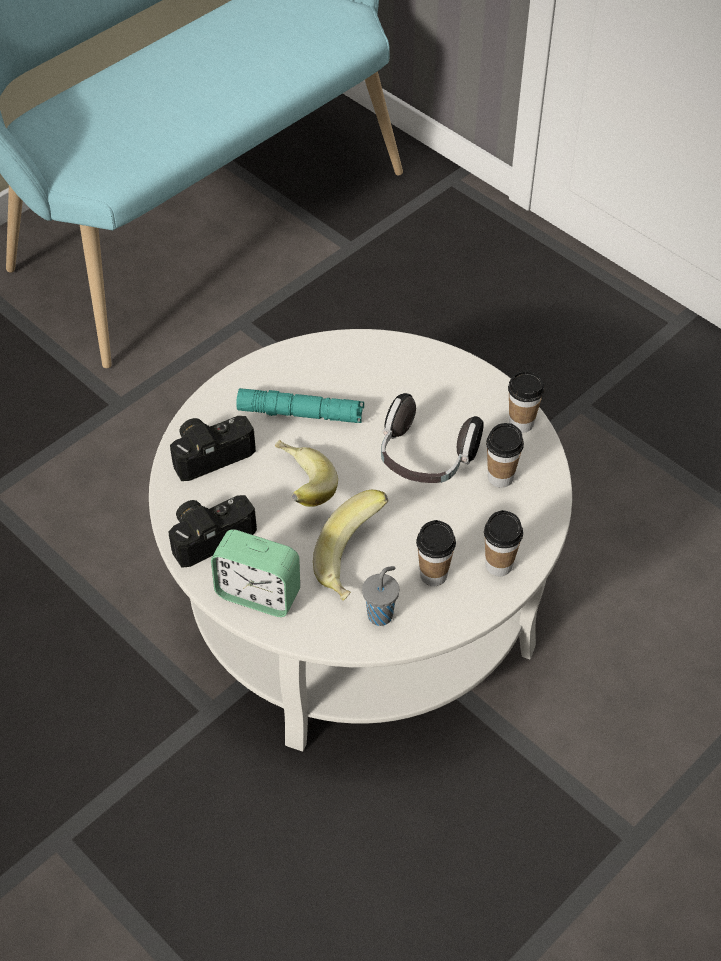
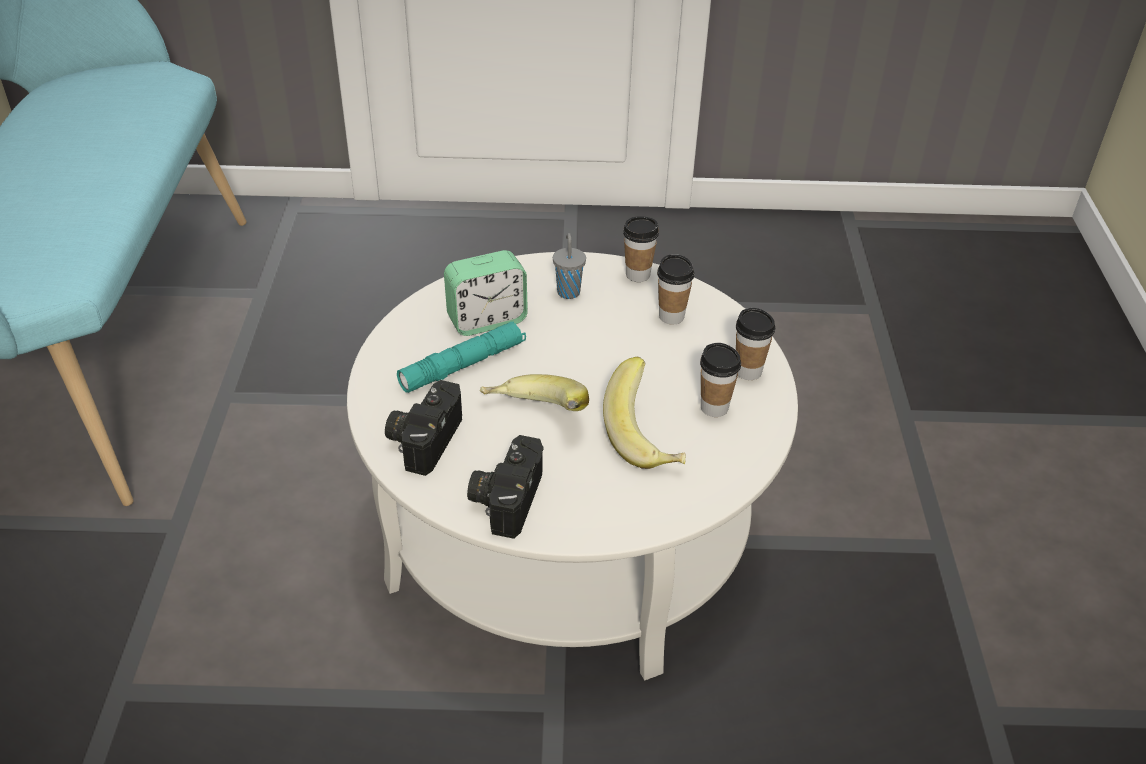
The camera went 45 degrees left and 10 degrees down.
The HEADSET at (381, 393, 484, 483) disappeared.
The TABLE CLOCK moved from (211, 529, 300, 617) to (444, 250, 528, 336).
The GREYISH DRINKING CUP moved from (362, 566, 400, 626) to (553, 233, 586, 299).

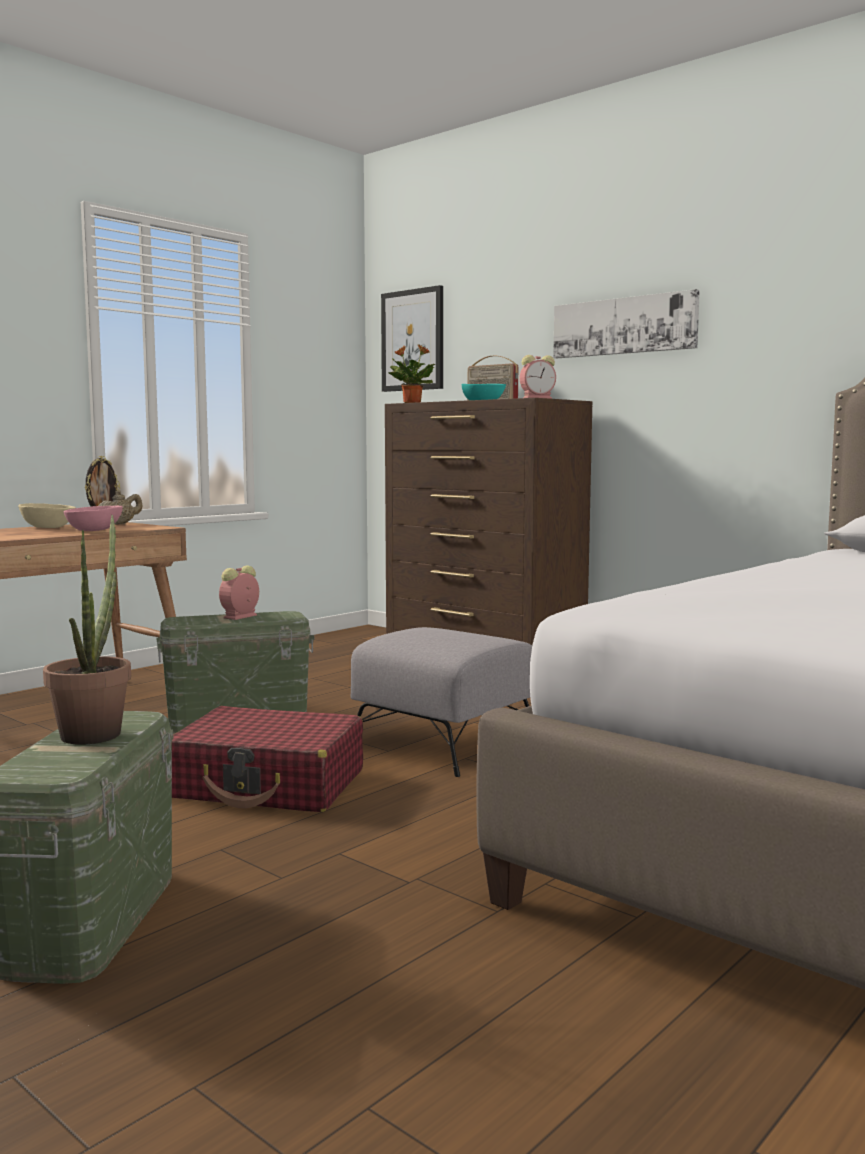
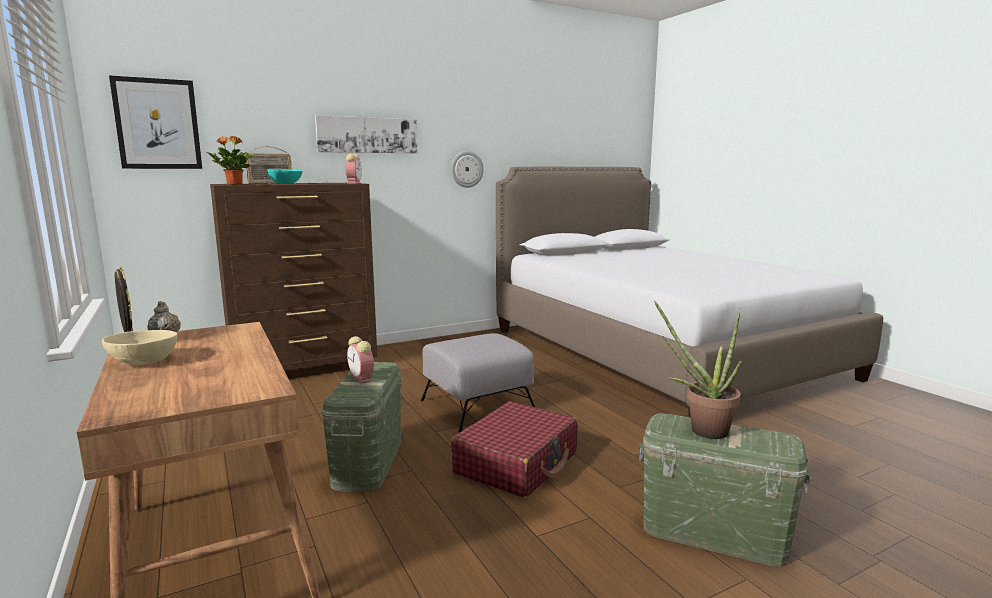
The camera went 70 degrees left and 5 degrees up.
The PINK-COLOURED BOWL at (63, 506, 123, 531) disappeared.
The WALL CLOCK at (451, 151, 484, 188) appeared.

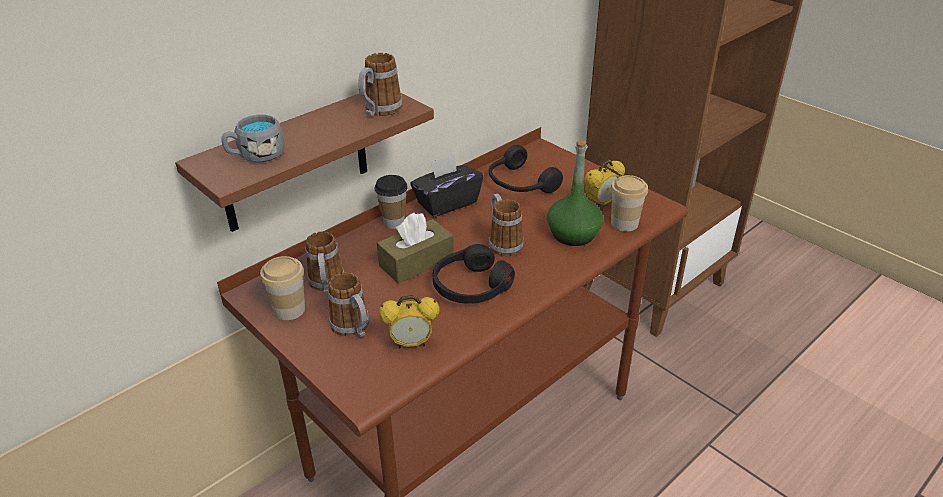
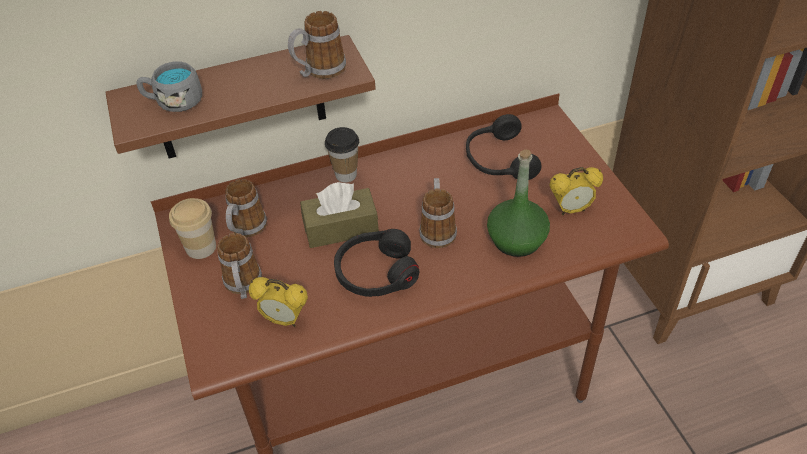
The camera went 25 degrees right and 10 degrees up.
The BLACKISH TISSUE HOLDER at (410, 154, 483, 217) disappeared.
The DRINKING CUP at (611, 175, 648, 232) disappeared.

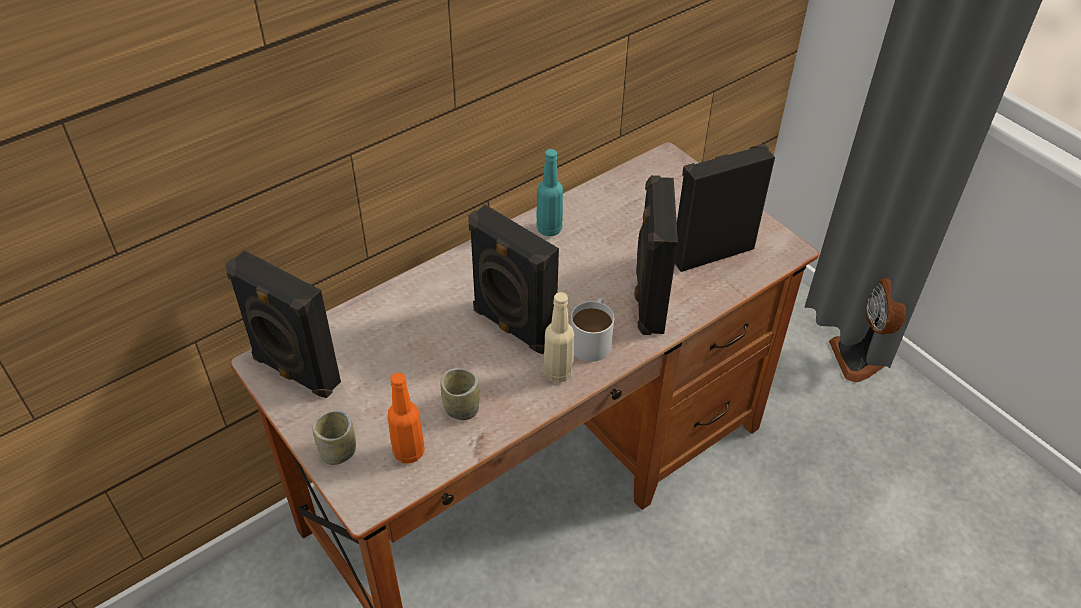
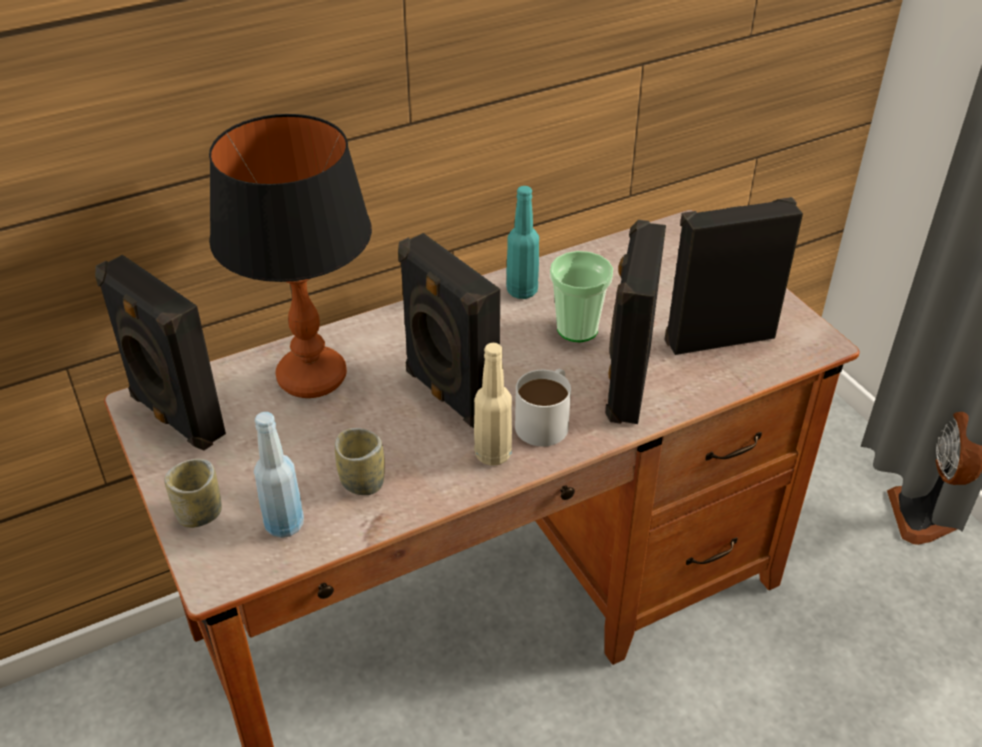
The camera went 10 degrees right and 5 degrees down.
The TABLE LAMP at (209, 114, 372, 398) appeared.
The DRINKING CUP at (550, 251, 613, 342) appeared.
The ORANGE BOTTLE at (387, 373, 425, 464) became the BLUE-COLOURED BOTTLE at (254, 412, 304, 538).

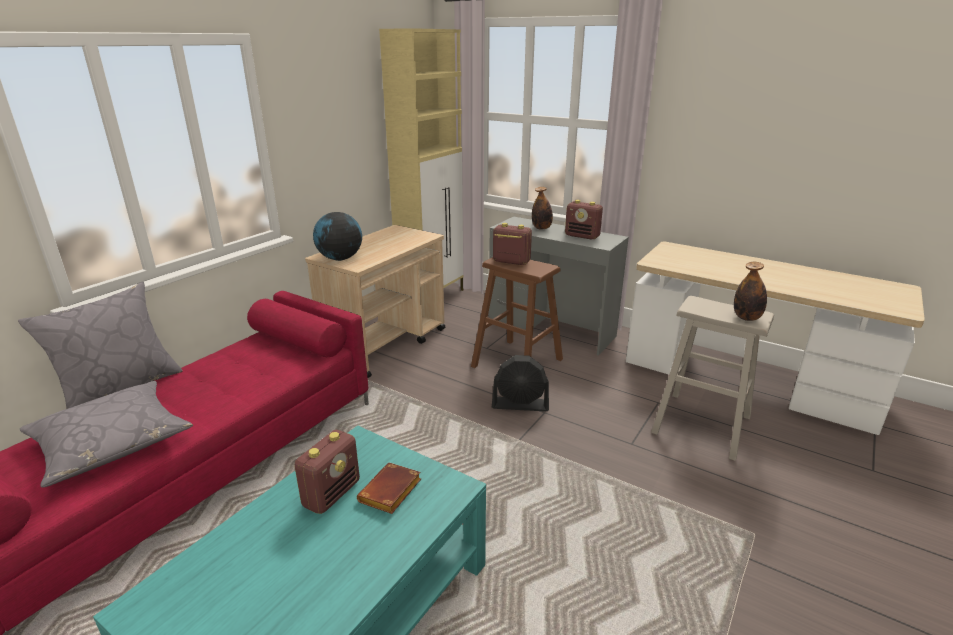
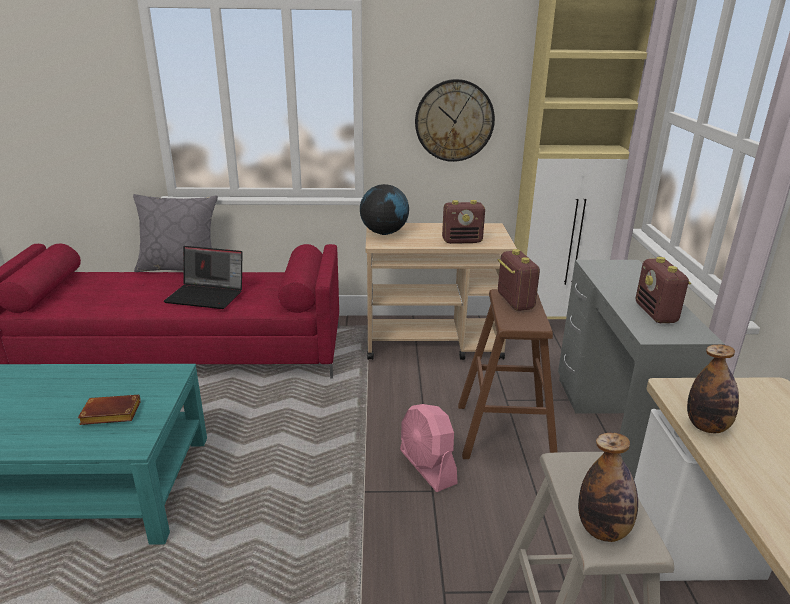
The camera went 55 degrees right and 0 degrees up.
The GREYISH THROW PILLOW at (20, 381, 193, 487) disappeared.
The LAPTOP at (164, 246, 242, 309) appeared.
The WALL CLOCK at (415, 79, 495, 162) appeared.
The RADIO moved from (295, 430, 360, 514) to (442, 200, 485, 244).
The BOTTLE moved from (532, 187, 553, 230) to (687, 345, 739, 433).
The BLACKISH FAN at (492, 355, 549, 411) became the PINK-COLOURED FAN at (400, 404, 458, 492).

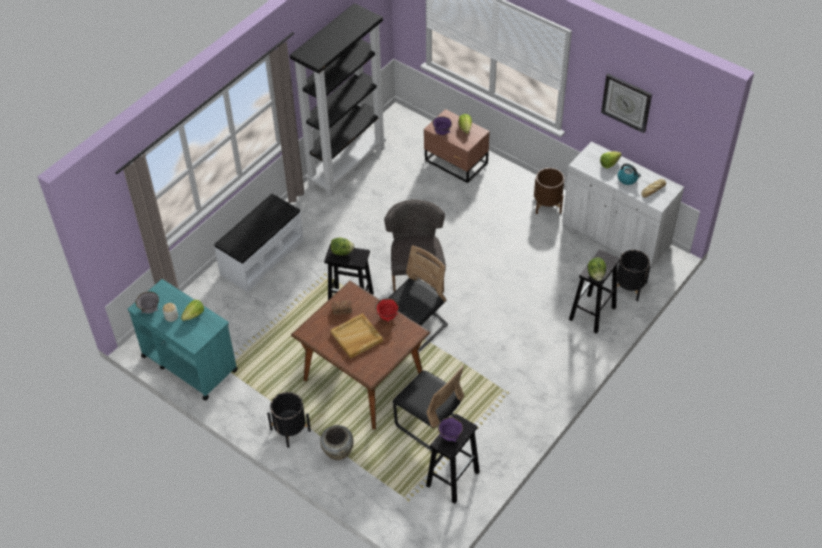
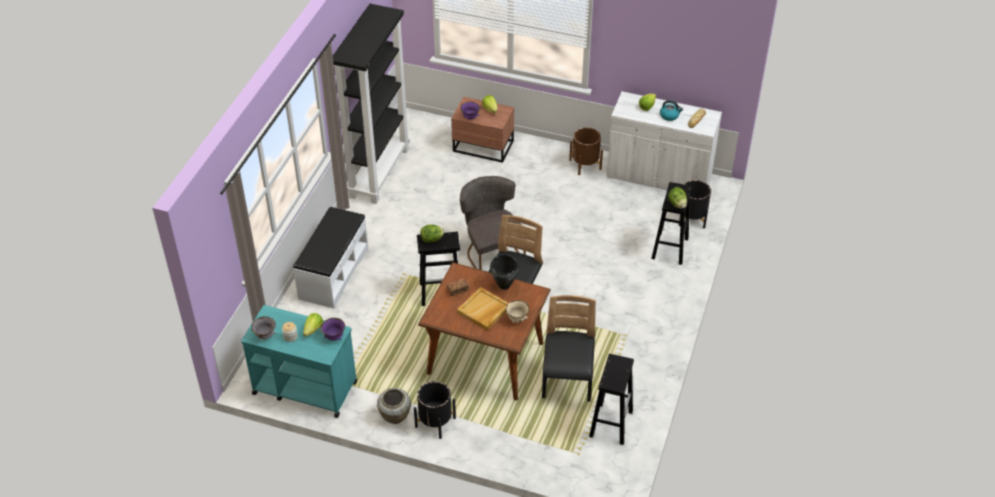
The camera went 20 degrees left and 5 degrees down.
The WALL CLOCK at (601, 74, 652, 133) disappeared.
The BEIGE-COLOURED BOWL at (506, 300, 529, 323) appeared.
The BEIGE-COLOURED DECORATIVE VASE moved from (320, 425, 354, 460) to (377, 388, 411, 424).
The PURPLISH BOWL moved from (438, 417, 463, 442) to (320, 318, 345, 341).
The REDDISH BOWL at (375, 298, 399, 322) was replaced by the BLACKISH STOCKPOT at (490, 254, 519, 290).
The BLACKISH UPRIGHT CHAIR at (393, 365, 464, 454) turned 105 degrees counterclockwise.

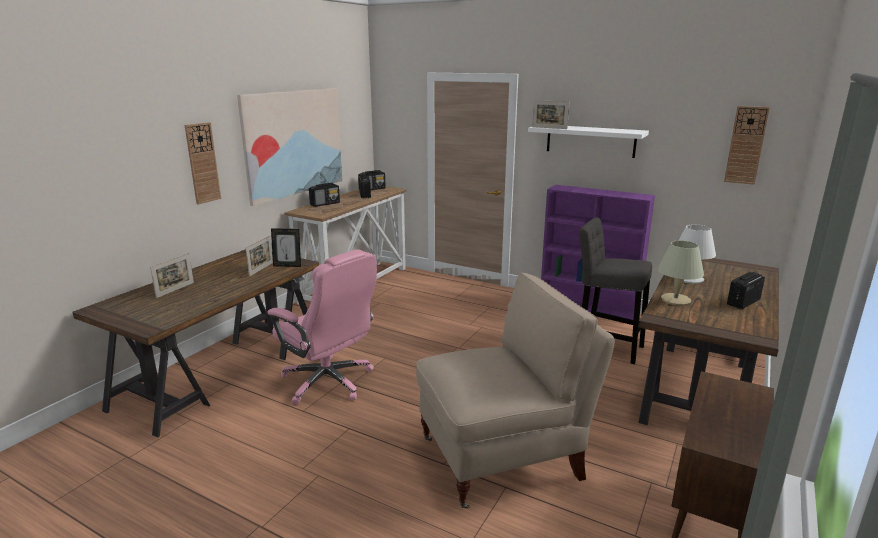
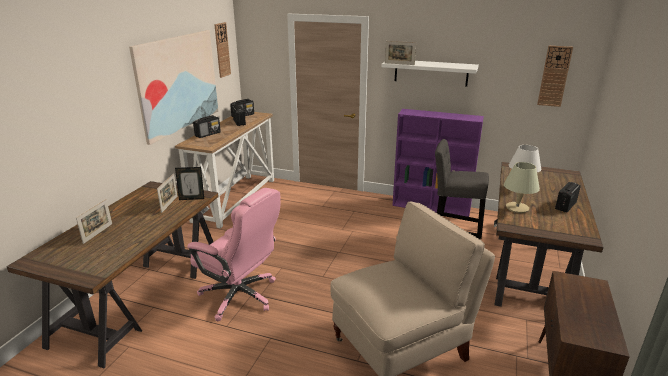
The camera went 10 degrees left and 5 degrees up.
The WALL CLOCK moved from (185, 122, 221, 205) to (214, 22, 231, 78).

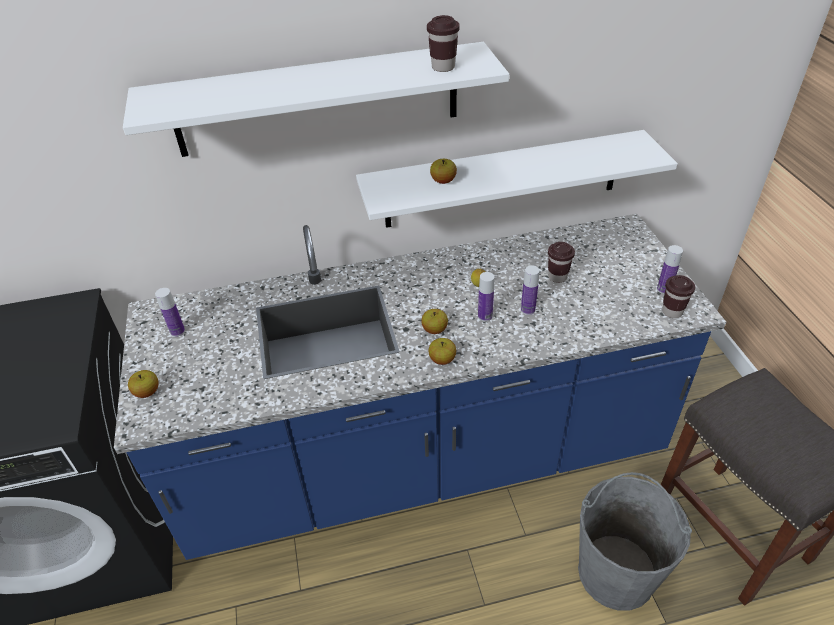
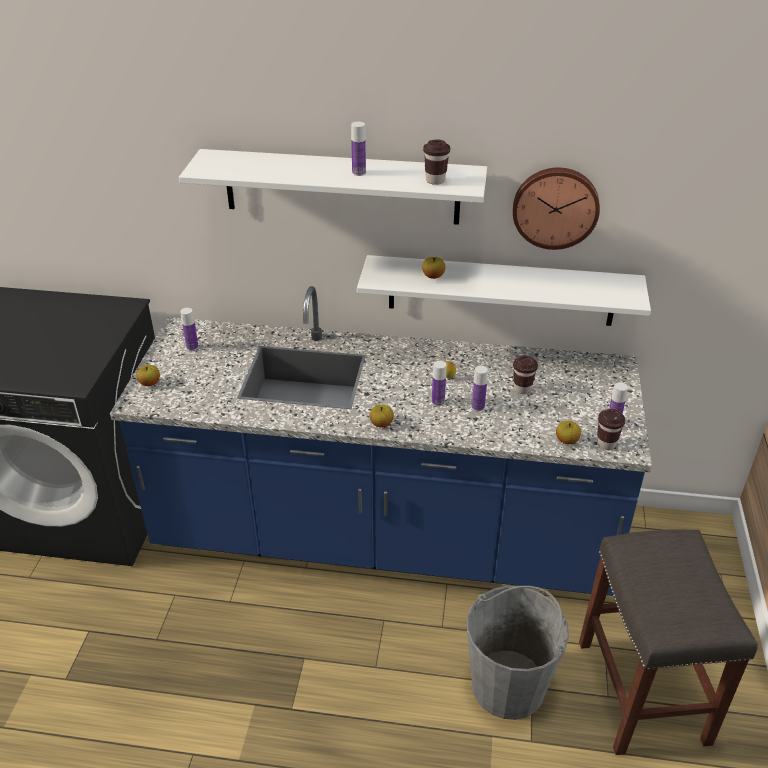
The camera went 20 degrees right and 5 degrees down.
The BOTTLE at (351, 122, 366, 176) appeared.
The WALL CLOCK at (513, 168, 600, 250) appeared.
The APPLE moved from (421, 309, 448, 334) to (556, 421, 581, 444).

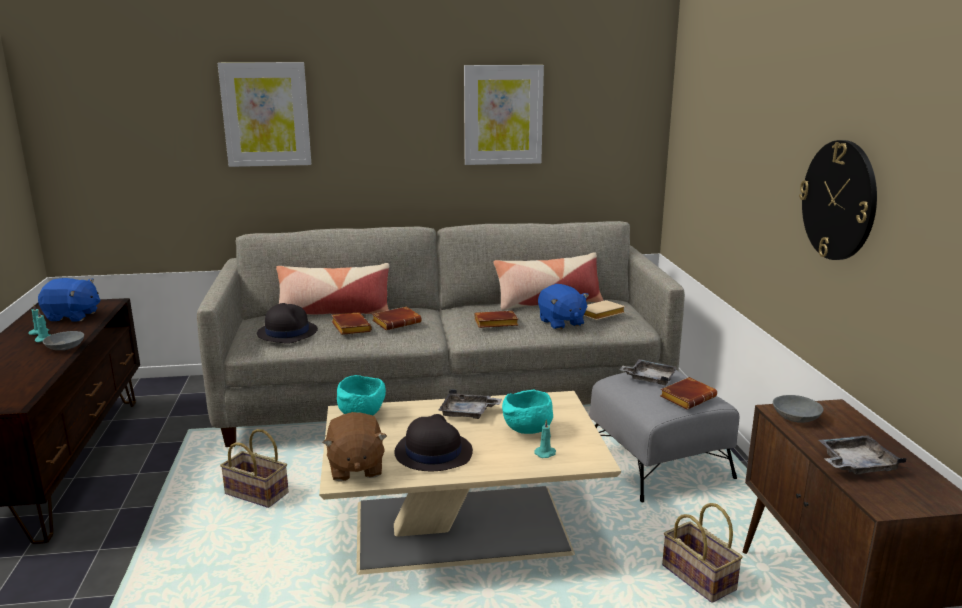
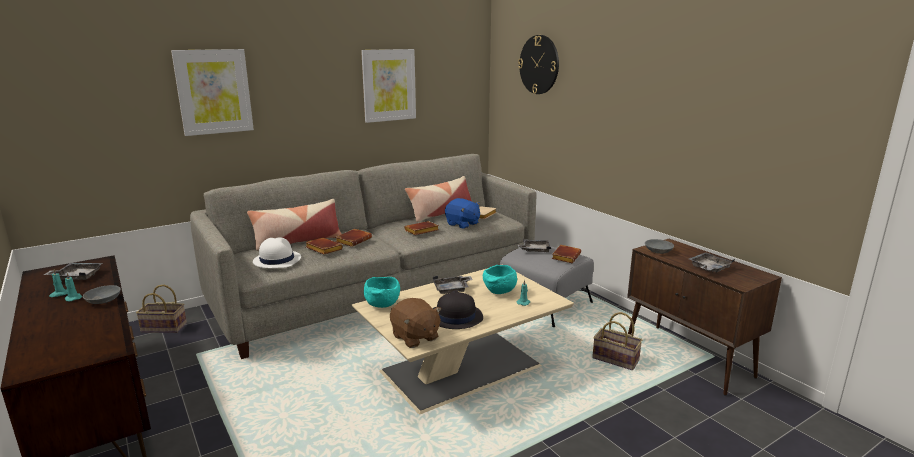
The camera went 25 degrees left and 0 degrees up.
The BASKET moved from (220, 429, 289, 508) to (136, 285, 187, 333).
The WALL CLOCK moved from (799, 140, 877, 260) to (518, 35, 559, 94).
The BLUE-COLOURED PLUSH TOY at (38, 278, 100, 322) was replaced by the GREYISH TRAY at (43, 263, 103, 280).
The BLACKISH WEARABLE HAT at (257, 303, 318, 344) became the WHITE-COLOURED WEARABLE HAT at (253, 237, 301, 268).

